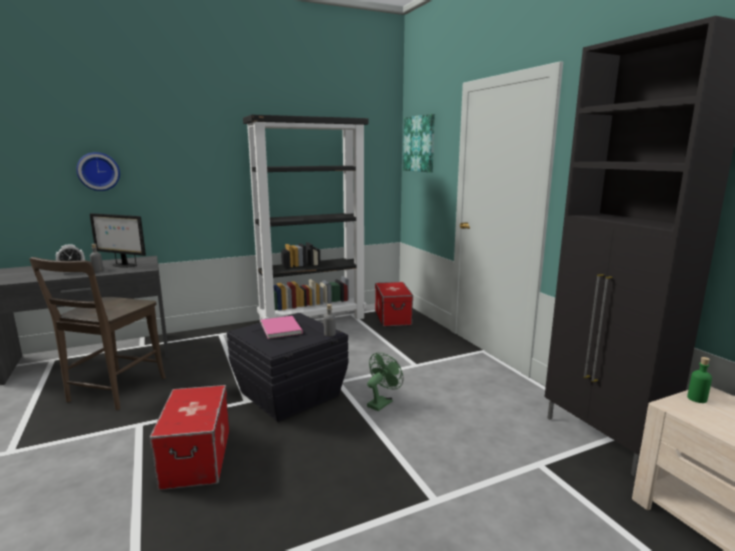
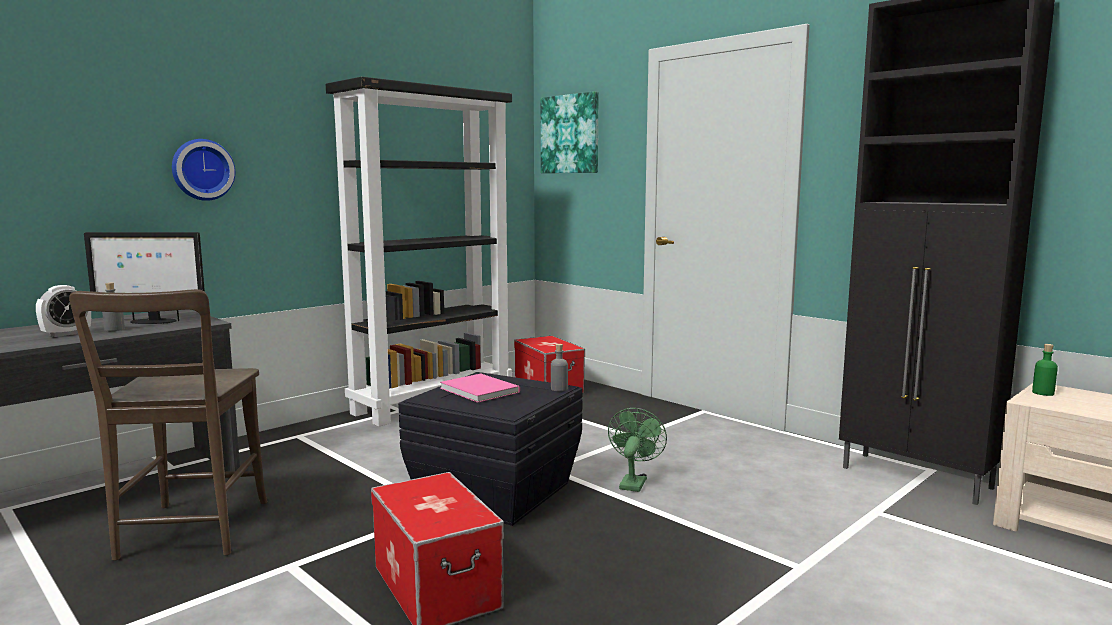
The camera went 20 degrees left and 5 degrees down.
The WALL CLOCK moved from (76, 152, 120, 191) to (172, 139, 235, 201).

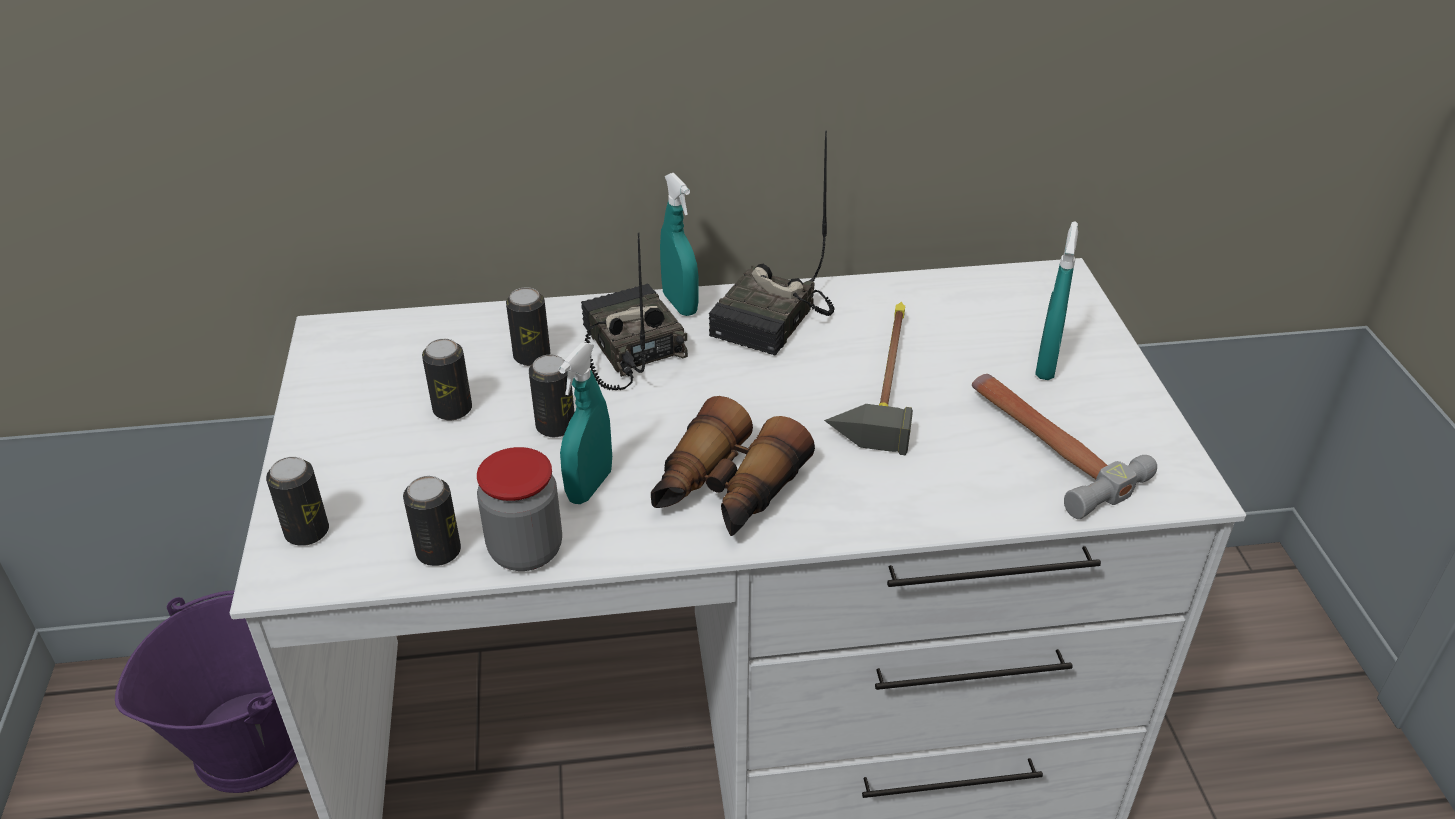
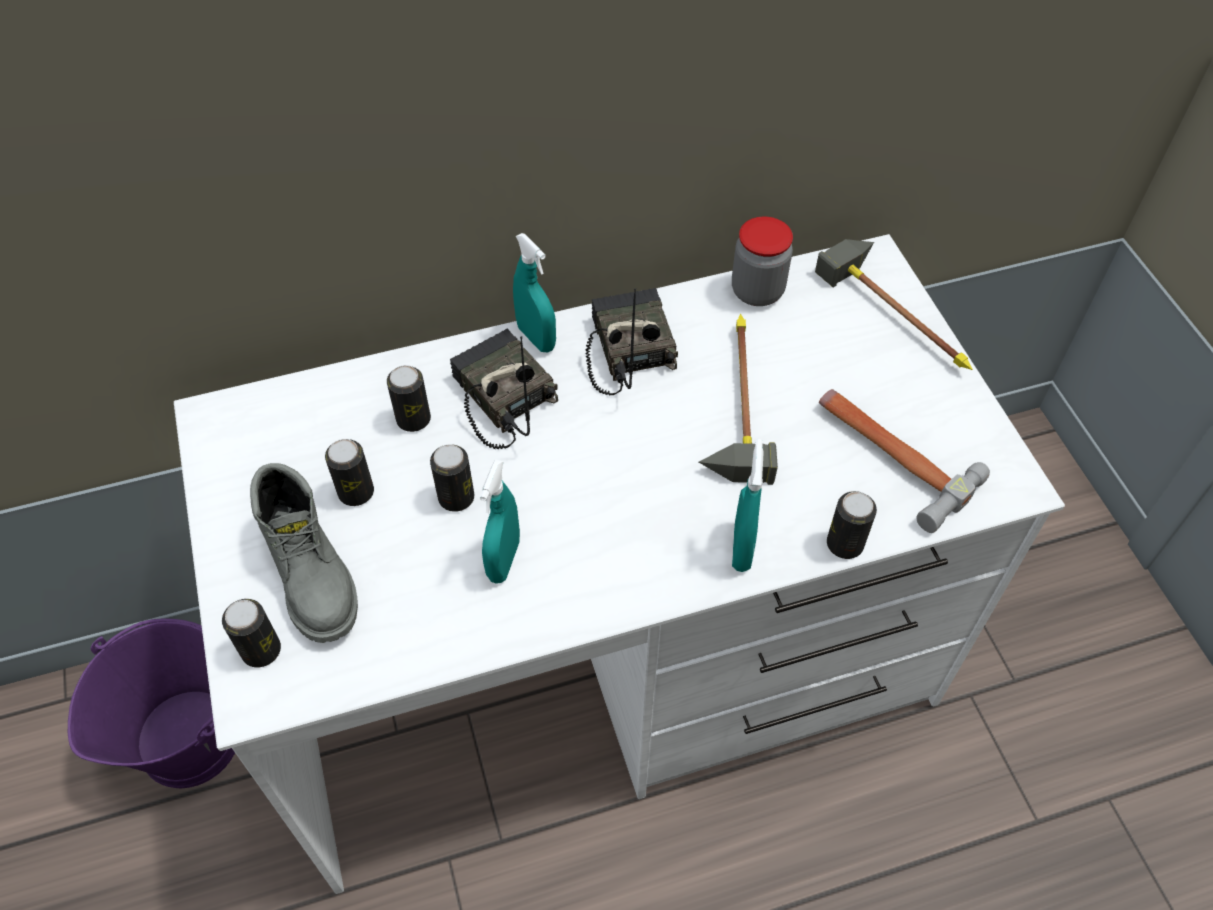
The camera went 10 degrees left and 15 degrees up.
The BINOCULARS at (651, 396, 815, 536) disappeared.
The GREYISH BOOT at (250, 463, 358, 643) appeared.
The HAMMER at (815, 239, 973, 370) appeared.
The SEALED CAN moved from (403, 476, 461, 566) to (827, 491, 877, 559).
The STORAGE JAR moved from (477, 447, 562, 571) to (732, 217, 793, 306).
The BLUE-GREEN SPRAY BOTTLE moved from (1035, 221, 1078, 380) to (732, 439, 764, 572).
The RADIO at (709, 130, 835, 356) turned 150 degrees clockwise.

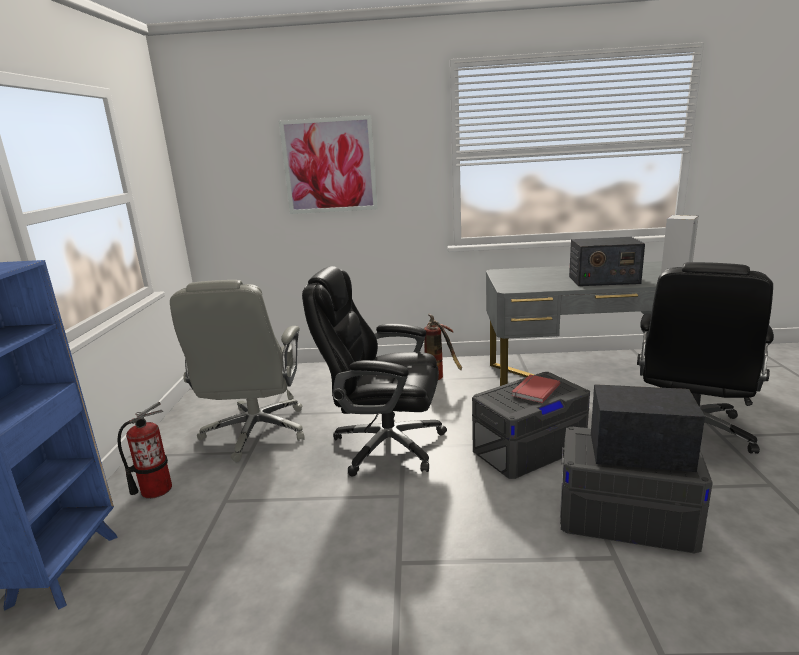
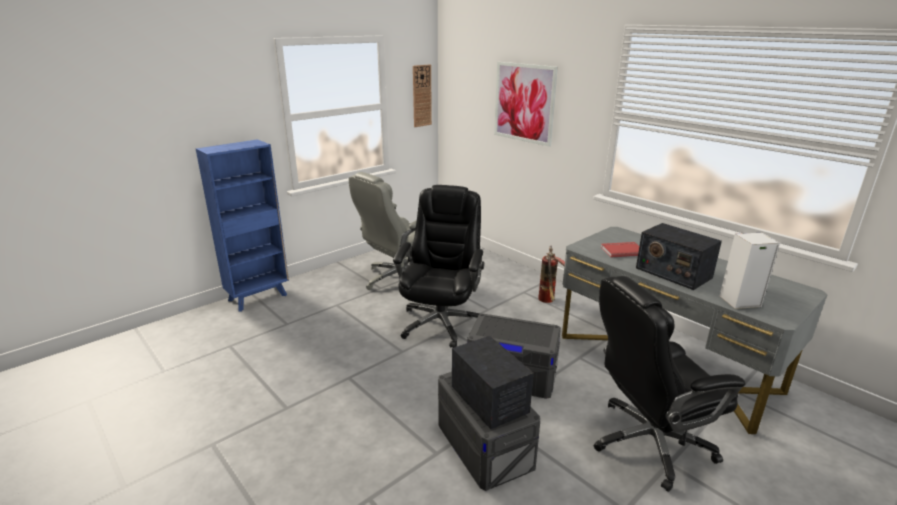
The camera went 45 degrees right and 5 degrees up.
The FIRE-FIGHTING CYLINDER at (118, 402, 172, 499) disappeared.
The WALL CLOCK at (413, 64, 432, 127) appeared.
The REDDISH BOUND BOOK moved from (512, 375, 560, 403) to (601, 242, 639, 257).
The BLACKISH DESK CHAIR at (302, 266, 447, 476) turned 45 degrees clockwise.

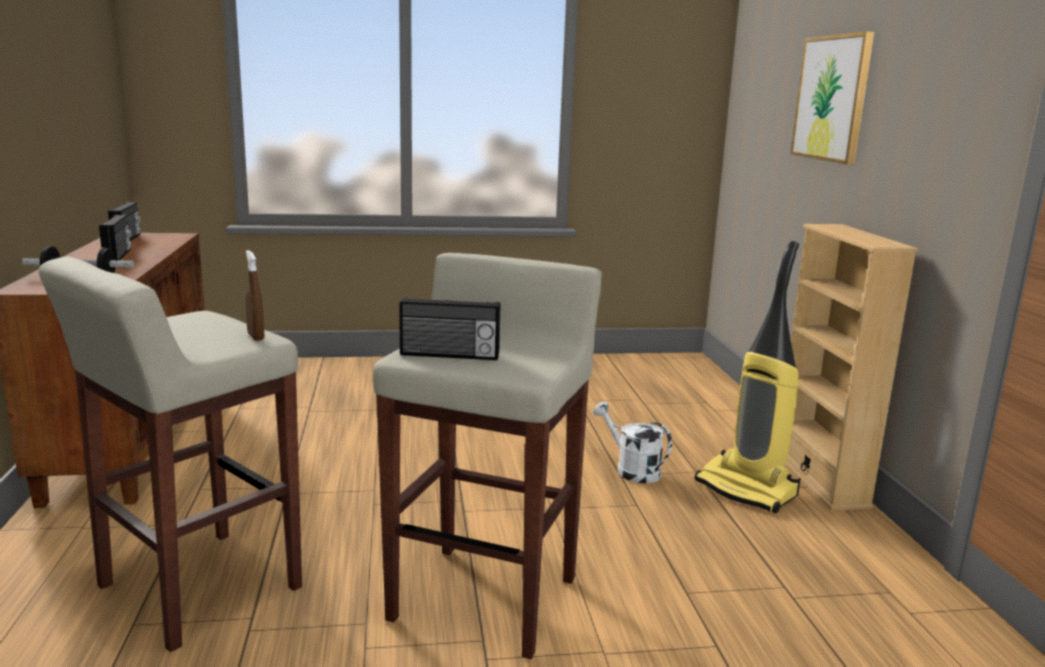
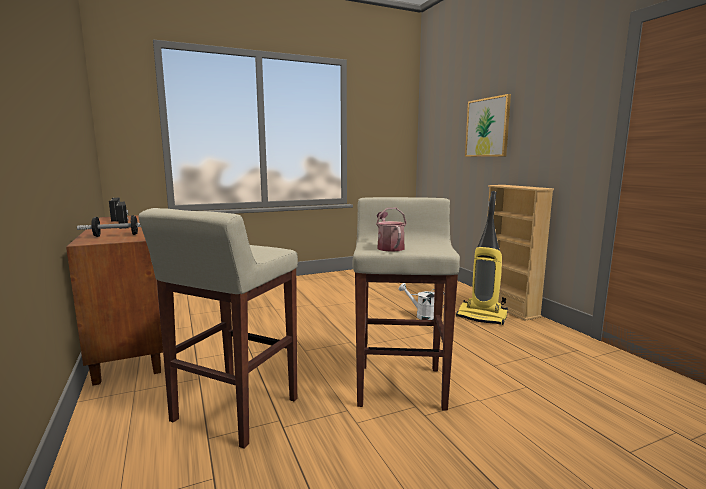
The camera went 15 degrees left and 5 degrees down.
The BROWN-COLOURED SPRAY BOTTLE at (246, 250, 264, 341) disappeared.
The RADIO at (399, 297, 500, 360) was replaced by the SPRINKLING CAN at (376, 208, 407, 252).

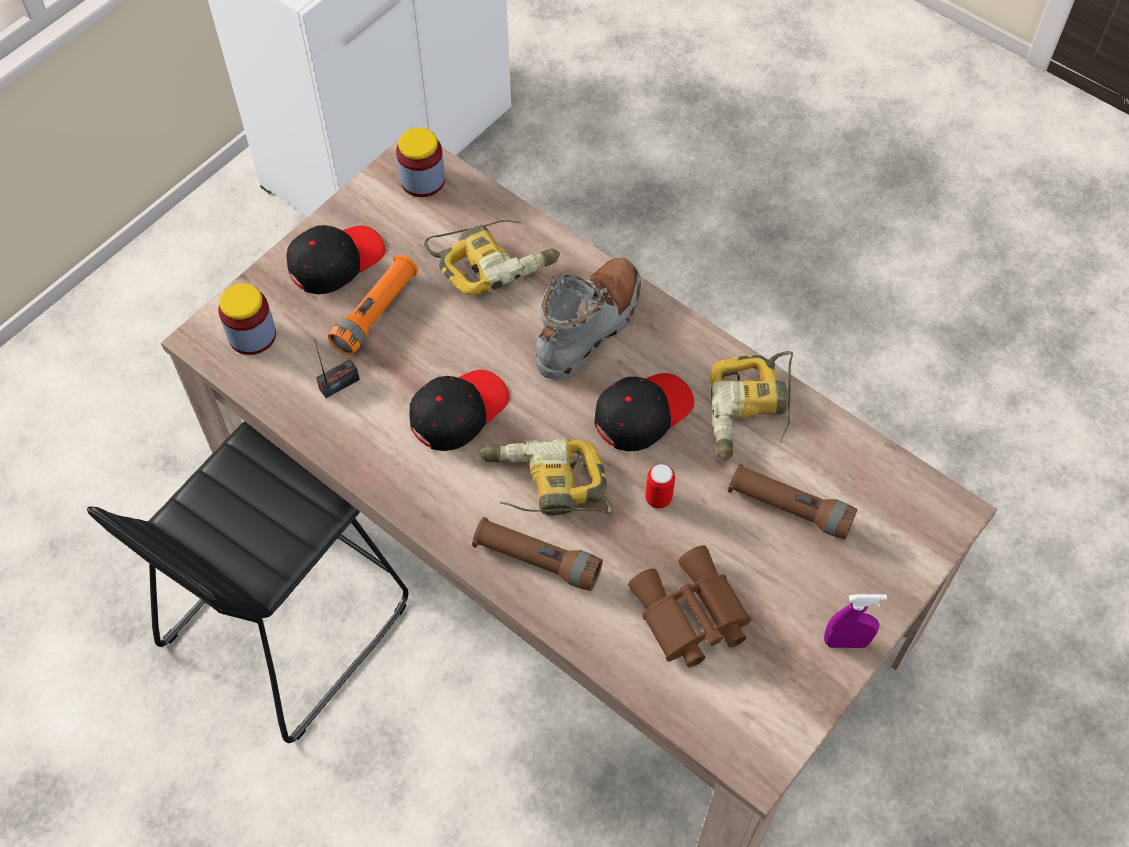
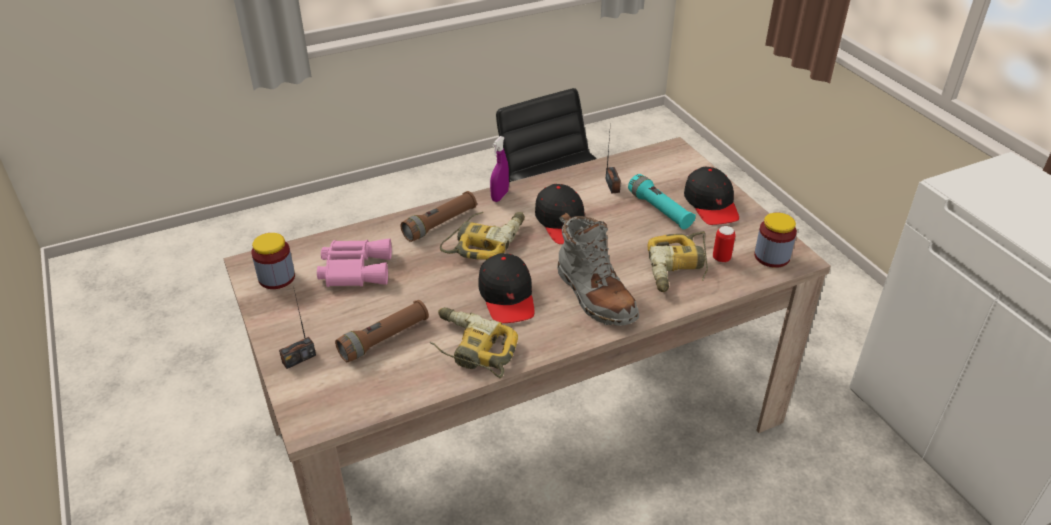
The camera went 115 degrees right and 20 degrees down.
The RADIO at (279, 290, 316, 369) appeared.
The STORAGE JAR moved from (218, 283, 276, 355) to (251, 233, 295, 289).
The SEALED CAN moved from (645, 464, 675, 509) to (713, 226, 736, 263).
The PURPLISH SPRAY BOTTLE moved from (824, 594, 887, 648) to (490, 136, 509, 202).
The ORANGE FLASHLIGHT at (328, 255, 418, 355) became the BLUE-GREEN FLASHLIGHT at (628, 174, 696, 229).
The BROWN-COLOURED BINOCULARS at (628, 545, 751, 667) became the PINK-COLOURED BINOCULARS at (317, 239, 392, 287).

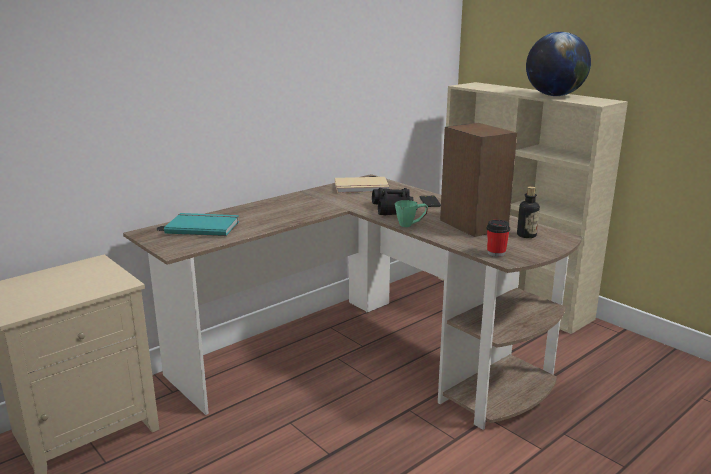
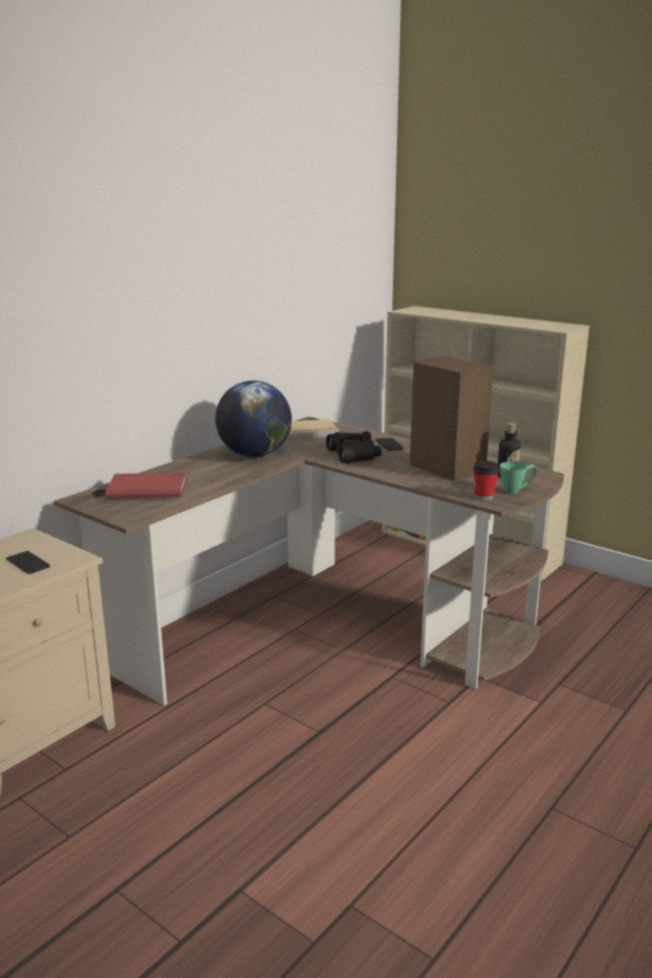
The camera went 10 degrees left and 0 degrees up.
The TELEPHONE at (6, 551, 50, 574) appeared.
The GREENISH COFFEE MUG moved from (395, 200, 428, 227) to (500, 462, 537, 494).
The DESK GLOBE moved from (526, 32, 591, 96) to (215, 380, 292, 457).
The BLUE-GREEN BOUND BOOK at (164, 213, 239, 236) became the REDDISH BOUND BOOK at (105, 472, 186, 499).

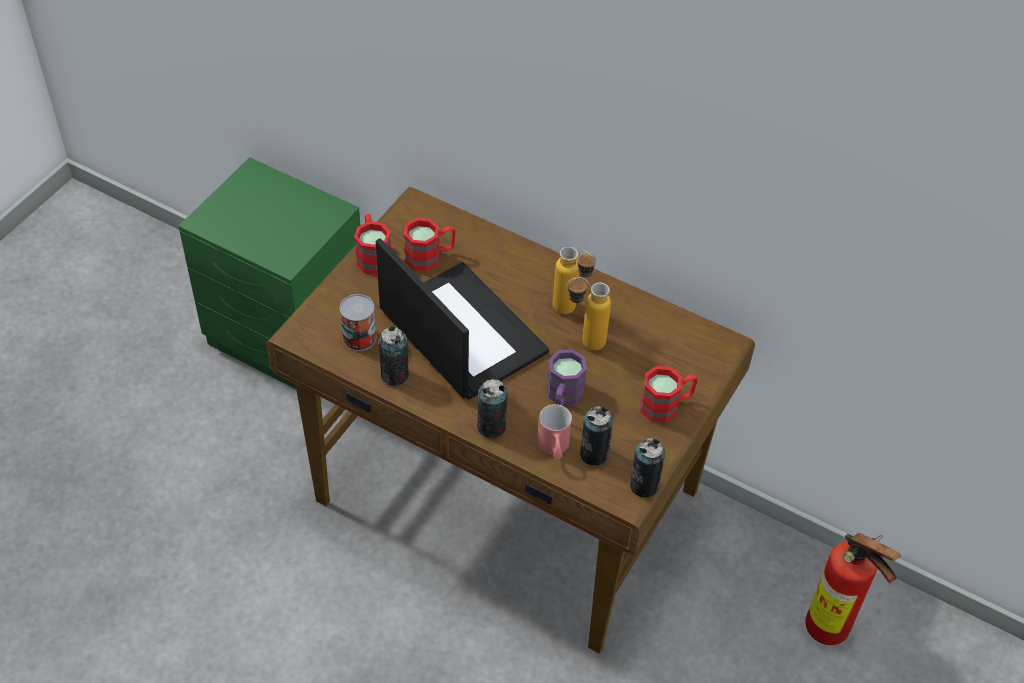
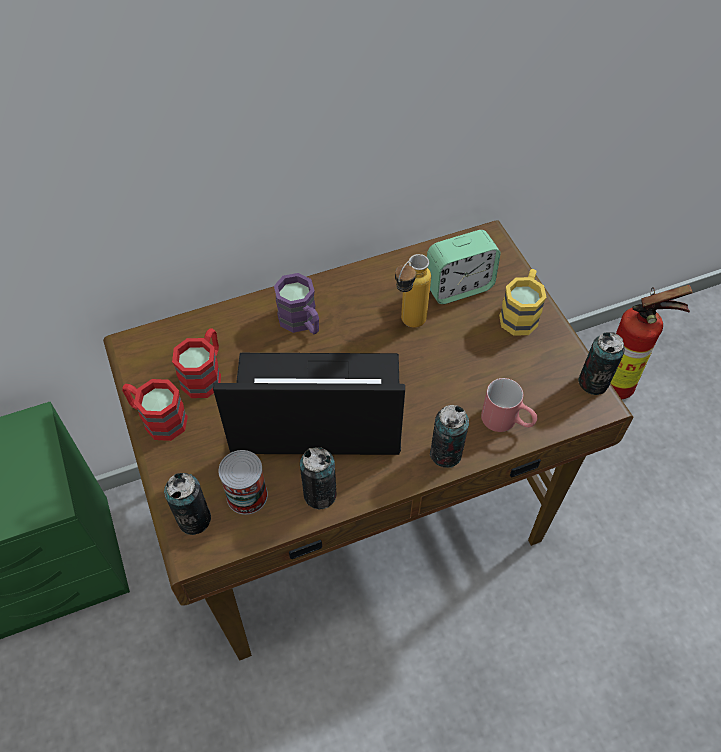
The camera went 50 degrees left and 5 degrees up.
The BOTTLE at (552, 247, 596, 314) disappeared.
The TABLE CLOCK at (427, 230, 501, 304) appeared.
The PURPLISH COFFEE MUG moved from (547, 349, 587, 406) to (274, 273, 319, 334).
The SEALED CAN moved from (580, 406, 613, 466) to (164, 473, 211, 535).
The REDDISH COFFEE MUG at (640, 366, 698, 423) became the YELLOWISH COFFEE MUG at (499, 269, 547, 336).

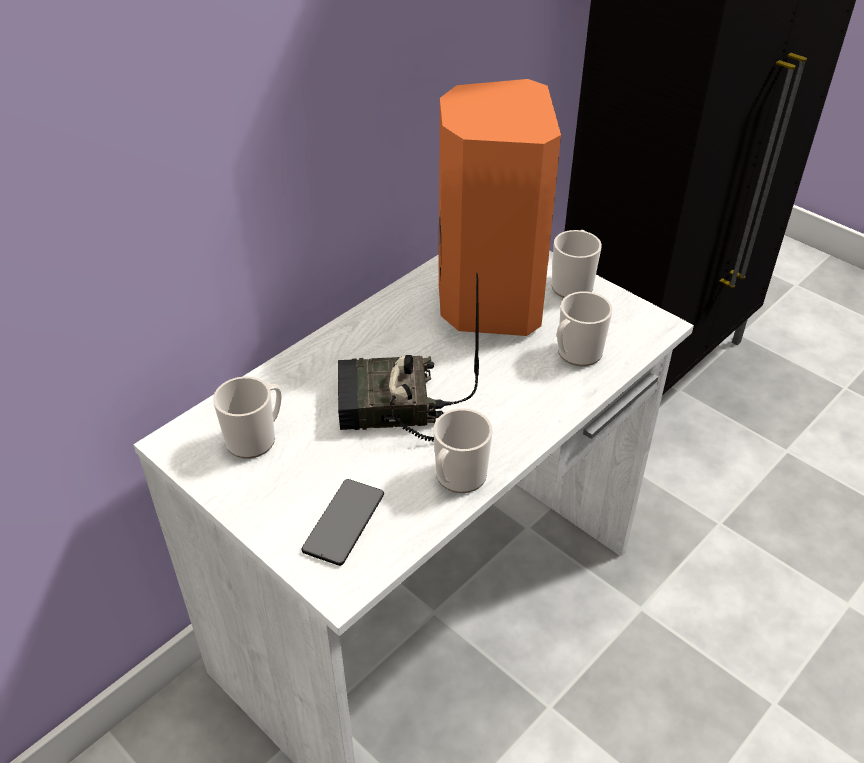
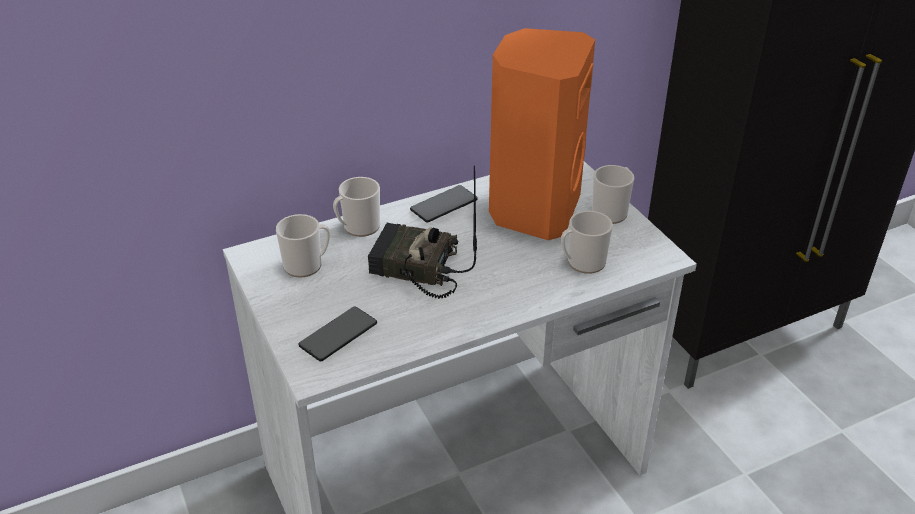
The camera went 20 degrees right and 5 degrees down.
The TELEPHONE at (410, 185, 478, 223) appeared.
The COFFEE MUG moved from (433, 409, 493, 493) to (333, 177, 380, 237).

